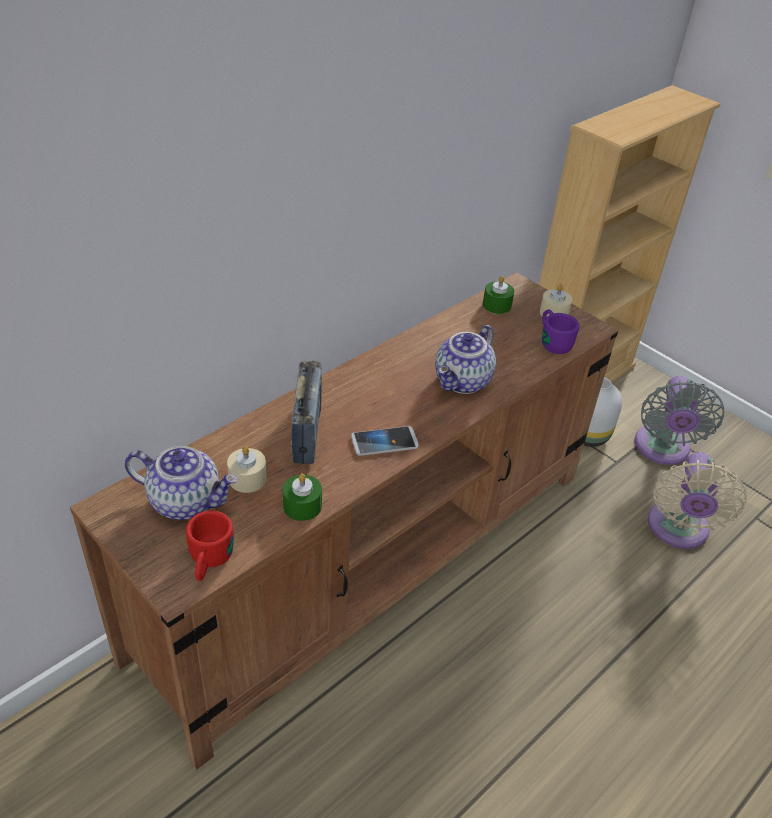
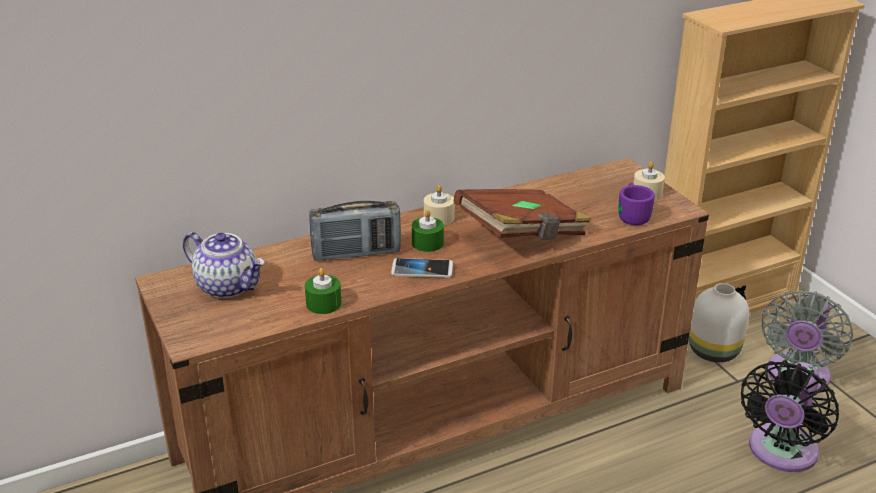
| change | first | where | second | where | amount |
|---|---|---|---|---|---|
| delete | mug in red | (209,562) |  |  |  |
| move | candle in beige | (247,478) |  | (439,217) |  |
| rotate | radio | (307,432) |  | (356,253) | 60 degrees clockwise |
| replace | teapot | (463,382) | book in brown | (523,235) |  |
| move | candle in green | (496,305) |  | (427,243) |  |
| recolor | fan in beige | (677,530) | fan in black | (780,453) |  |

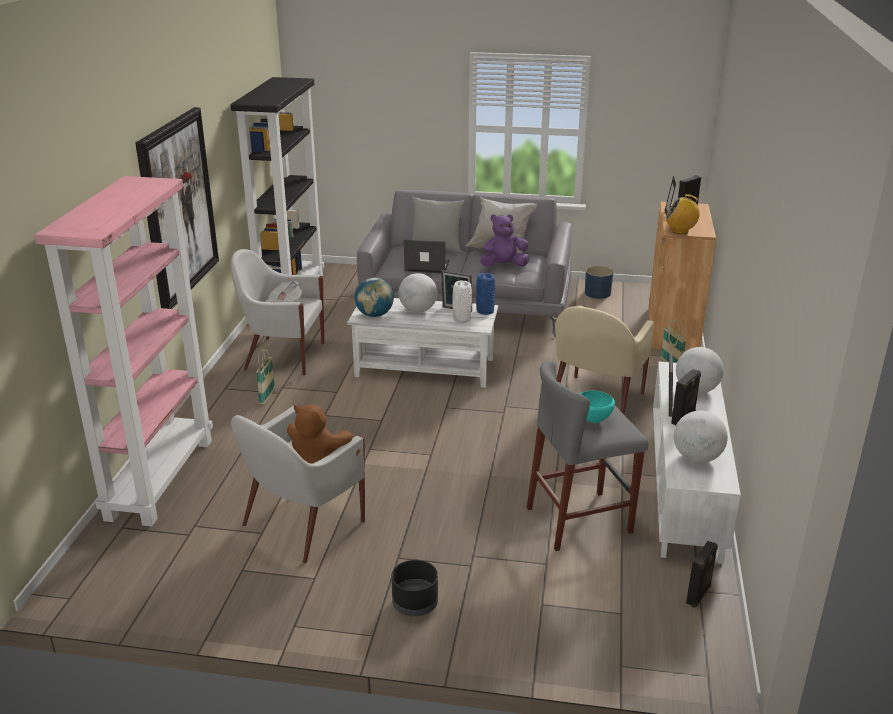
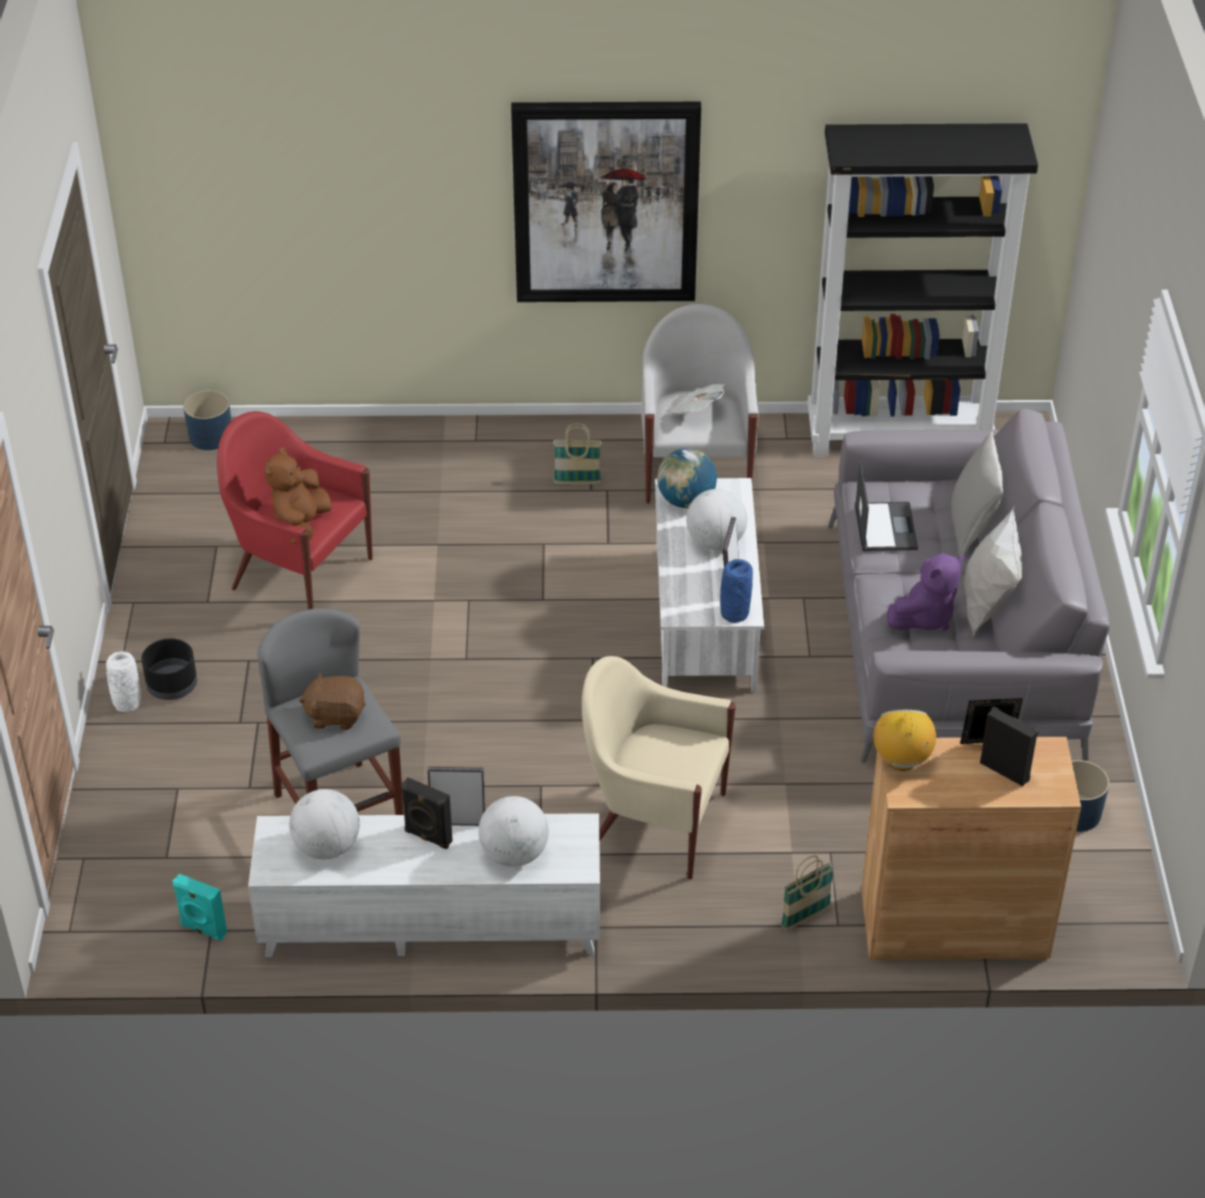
| change | first | where | second | where | amount |
|---|---|---|---|---|---|
| delete | bookcase in pink | (160,477) |  |  |  |
| recolor | armchair in white | (301,524) | armchair in red | (300,572) |  |
| move | vase in white | (461,320) |  | (126,703) |  |
| rotate | plush toy in purple | (503,266) |  | (924,617) | 75 degrees clockwise |
| replace | bowl in turquoise | (594,420) | plush toy in brown | (335,715) |  |
| recolor | speaker in black | (699,595) | speaker in turquoise | (203,930) |  |
| insert |  |  | planter in blue | (210,436) |  |

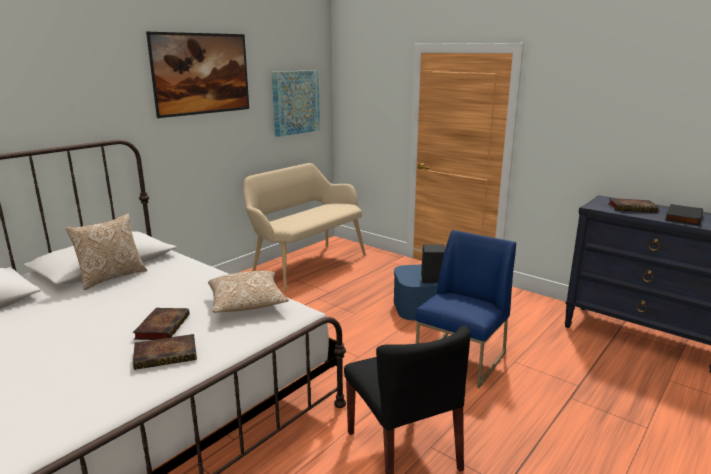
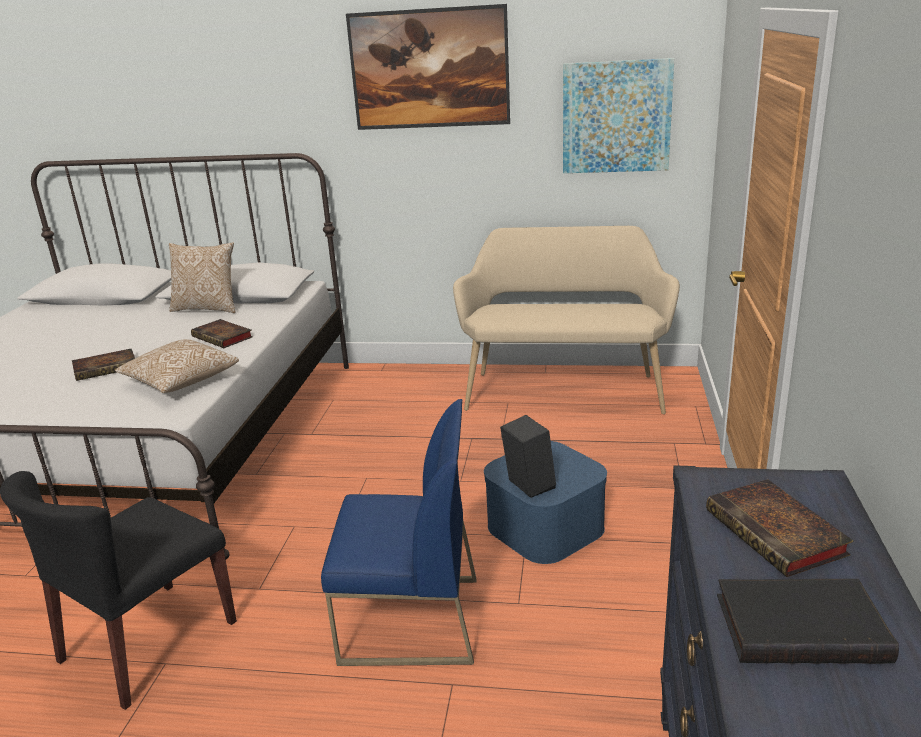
| change | first | where | second | where | amount |
|---|---|---|---|---|---|
| move | book | (167,355) |  | (224,337) |  |

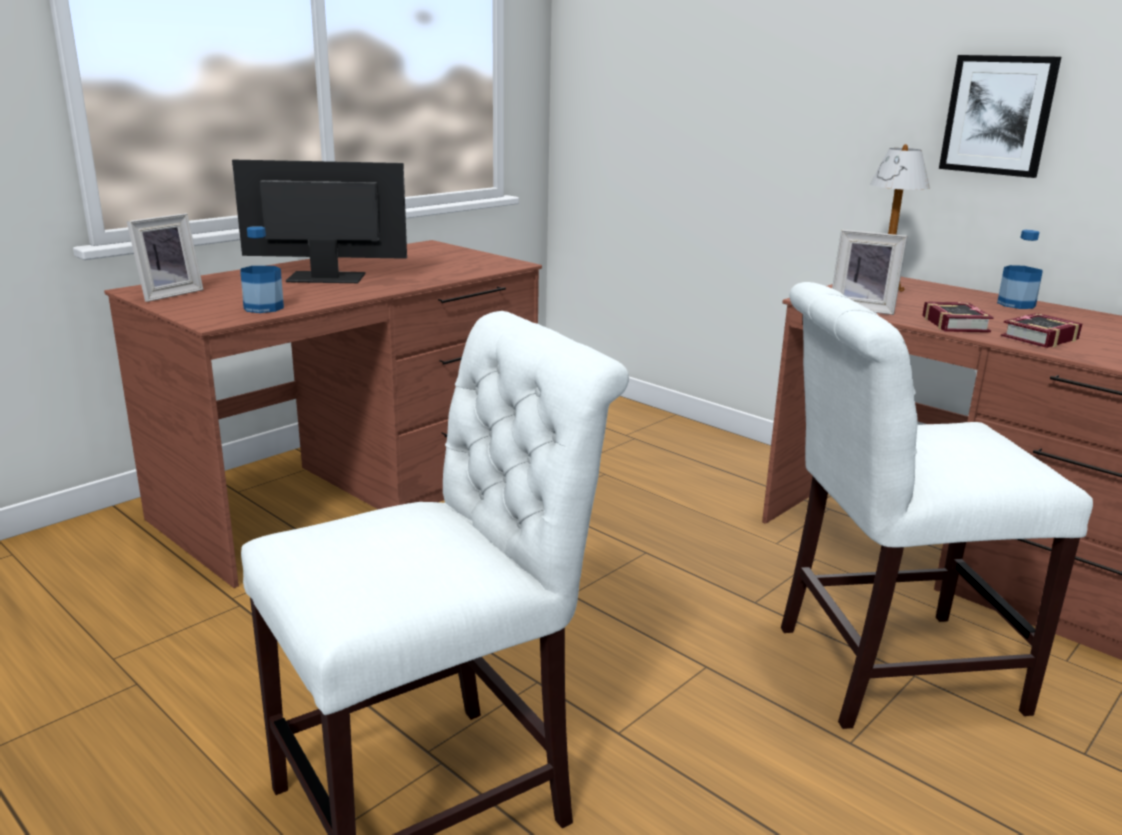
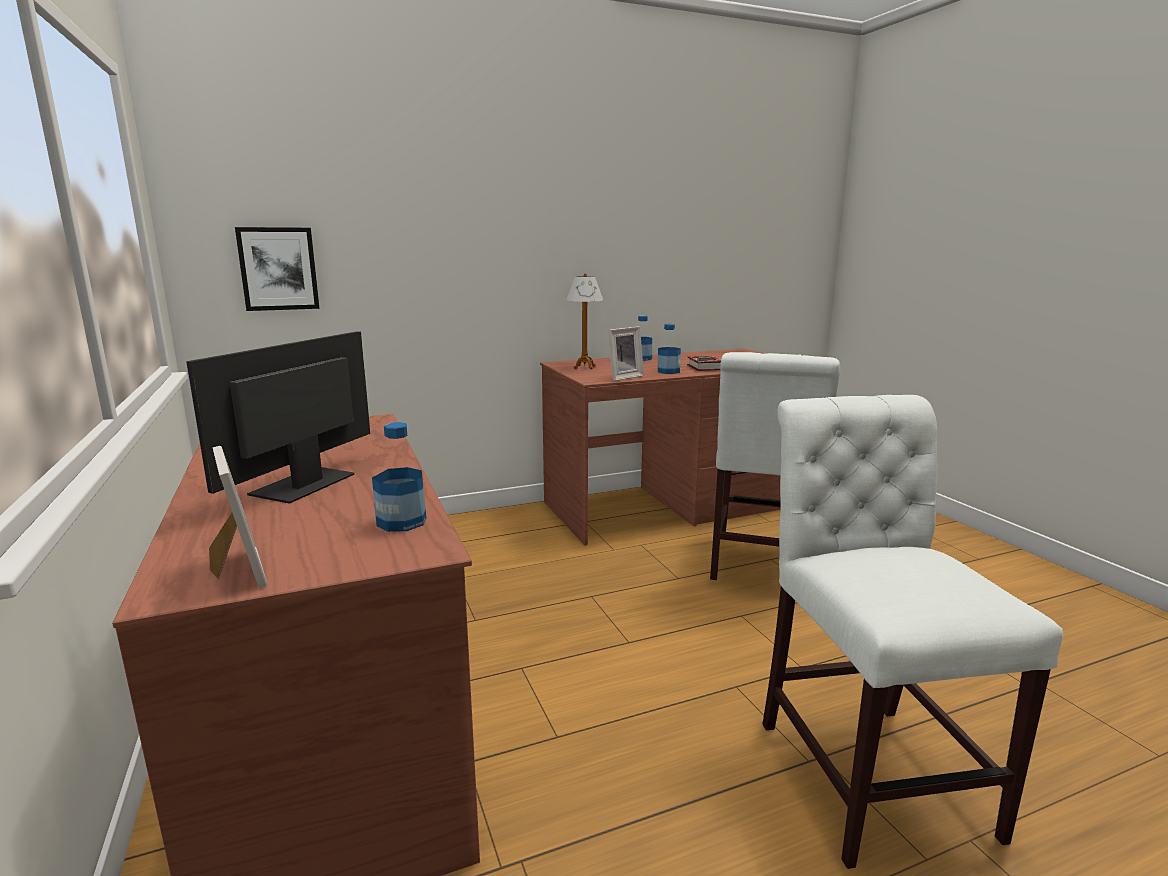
| change | first | where | second | where | amount |
|---|---|---|---|---|---|
| replace | book | (955,323) | bottle | (668,371) |  |
| move | picture | (998,115) |  | (278,269) |  |

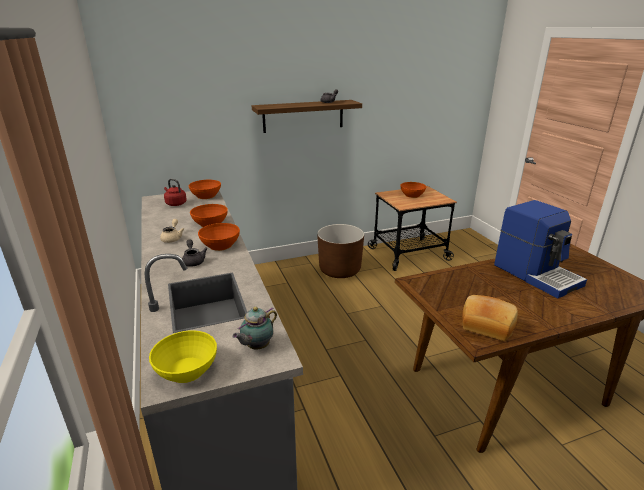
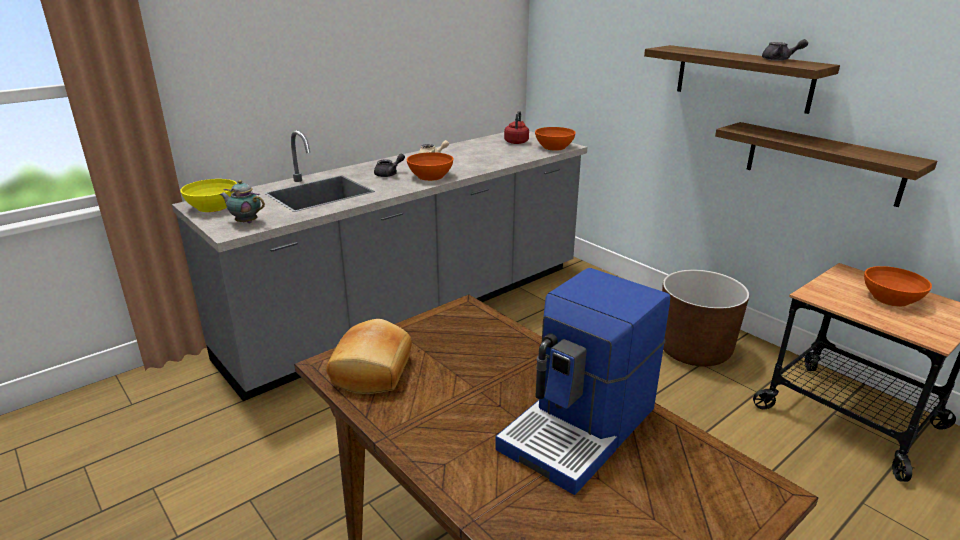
| change | first | where | second | where | amount |
|---|---|---|---|---|---|
| delete | bowl in orange | (210,223) |  |  |  |
| insert |  |  | shelf | (822,163) |  |

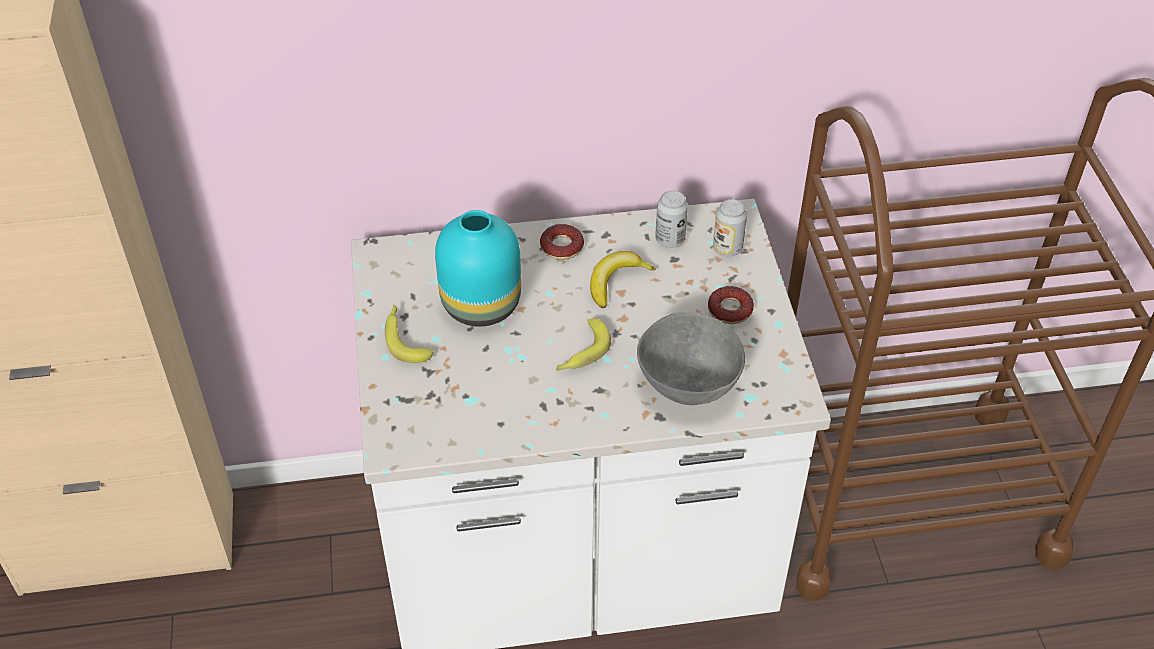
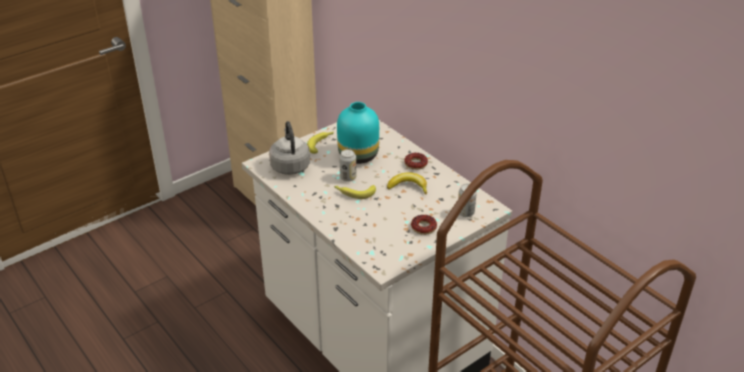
| change | first | where | second | where | amount |
|---|---|---|---|---|---|
| delete | bowl in grey | (688,386) |  |  |  |
| move | can | (670,239) |  | (348,177) |  |
| insert |  |  | kettle in grey | (290,165) |  |

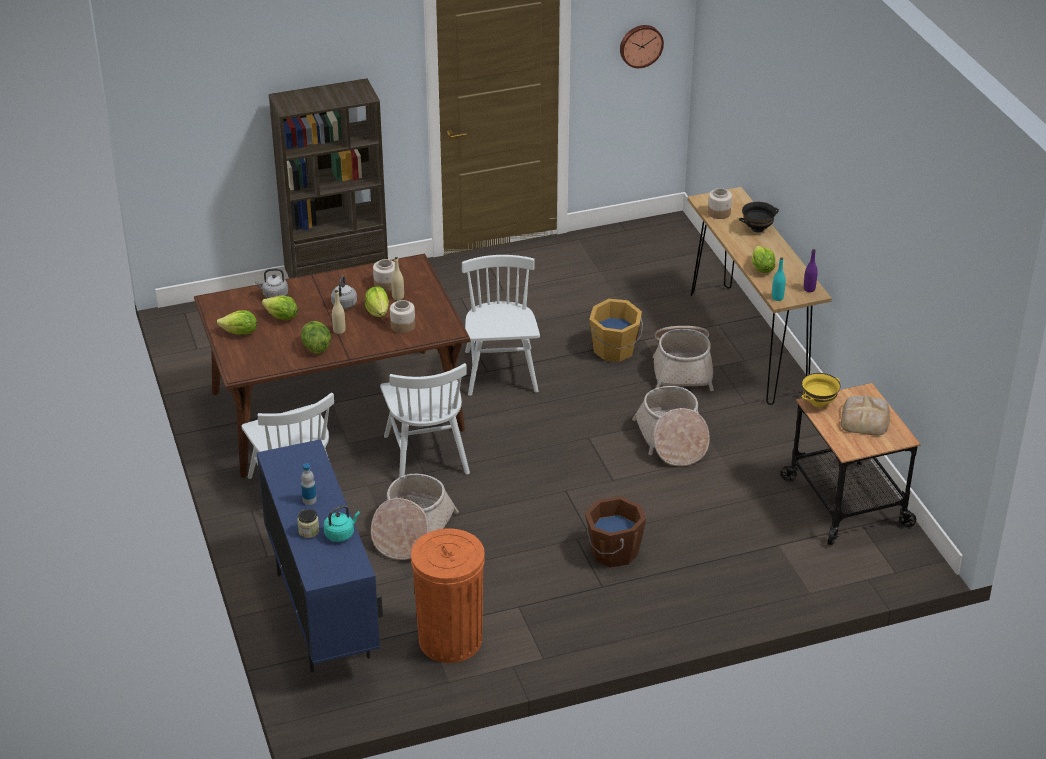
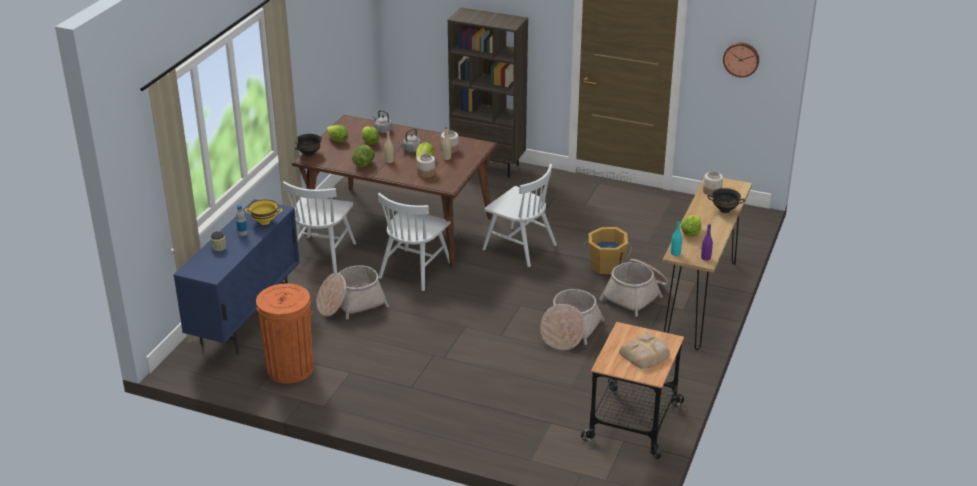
| change | first | where | second | where | amount |
|---|---|---|---|---|---|
| delete | kettle in turquoise | (341,534) |  |  |  |
| rotate | chair in white | (500,372) |  | (519,247) | 90 degrees clockwise |
| delete | bucket in brown | (613,552) |  |  |  |
| move | bowl in yellow | (818,403) |  | (265,222) |  |
| insert |  |  | bowl in black | (309,154) |  |

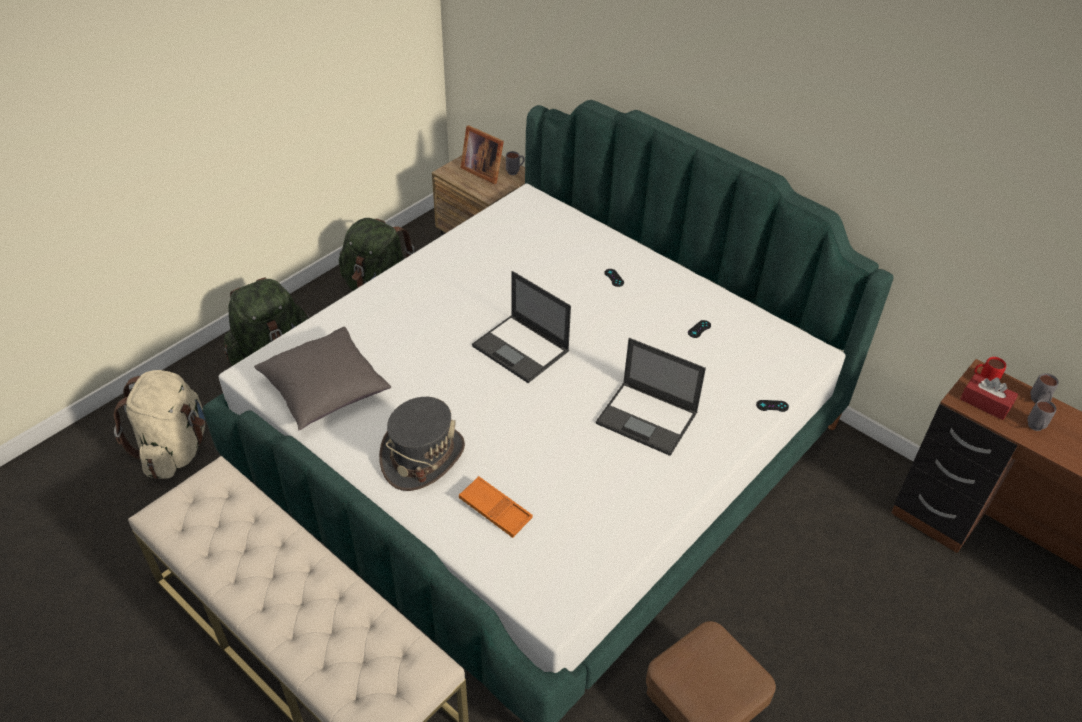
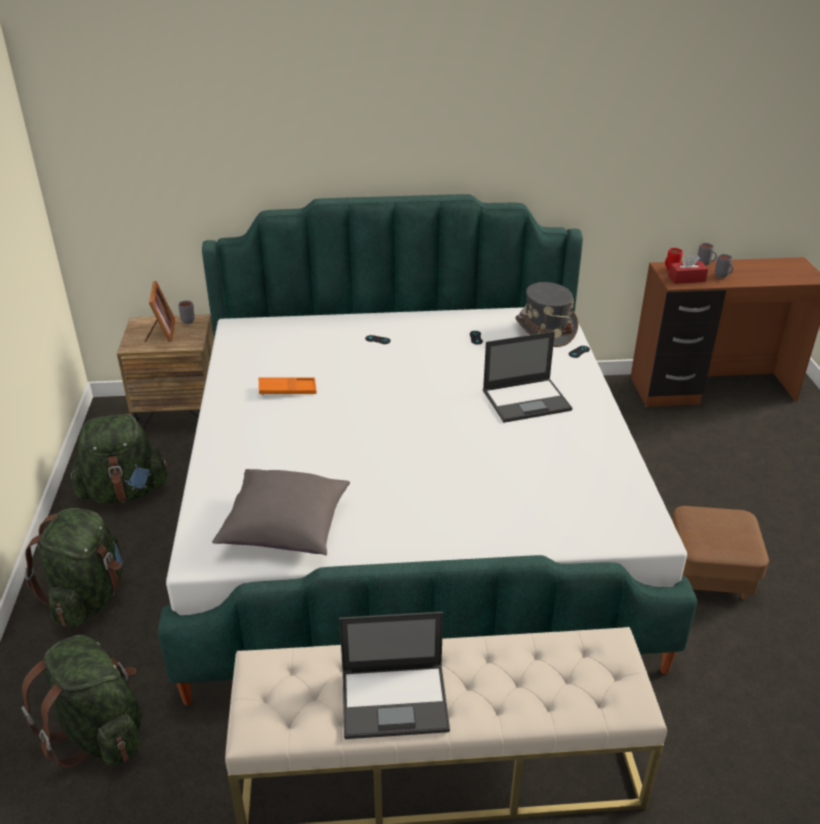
| change | first | where | second | where | amount |
|---|---|---|---|---|---|
| recolor | backpack in beige | (175,449) | backpack in green | (99,732) |  |
| move | hat in grey | (422,456) |  | (545,330) |  |
| move | tray in orange | (495,510) |  | (287,390) |  |
| rotate | picture frame | (483,171) |  | (161,332) | 90 degrees counterclockwise |
| move | laptop | (521,349) |  | (396,700) |  |

